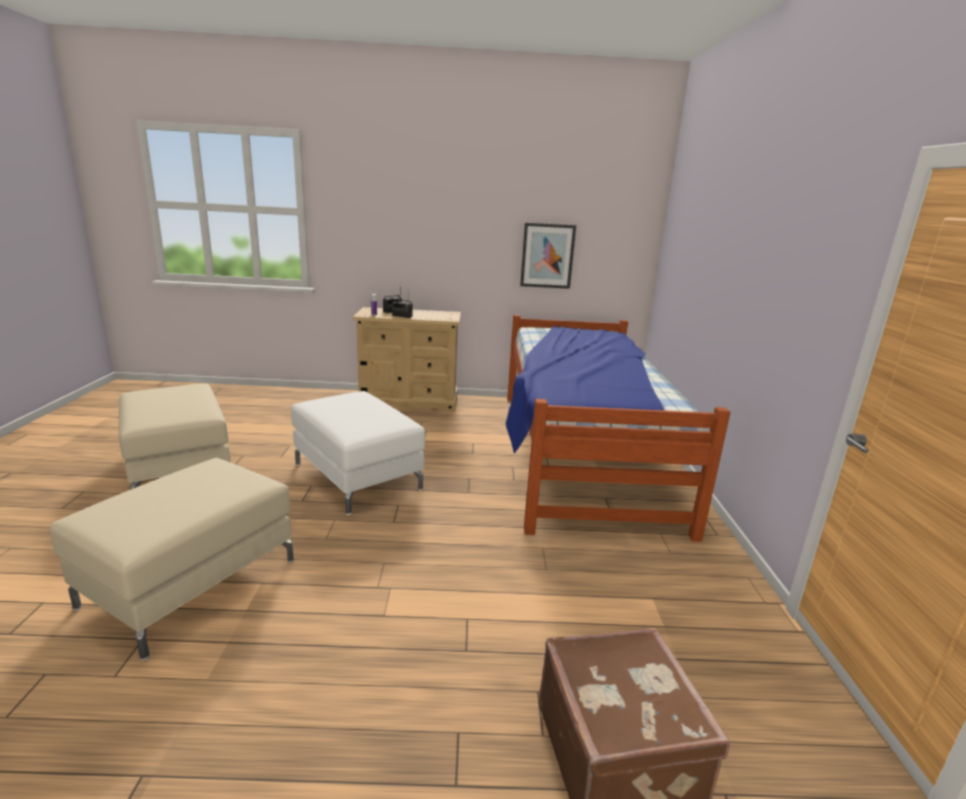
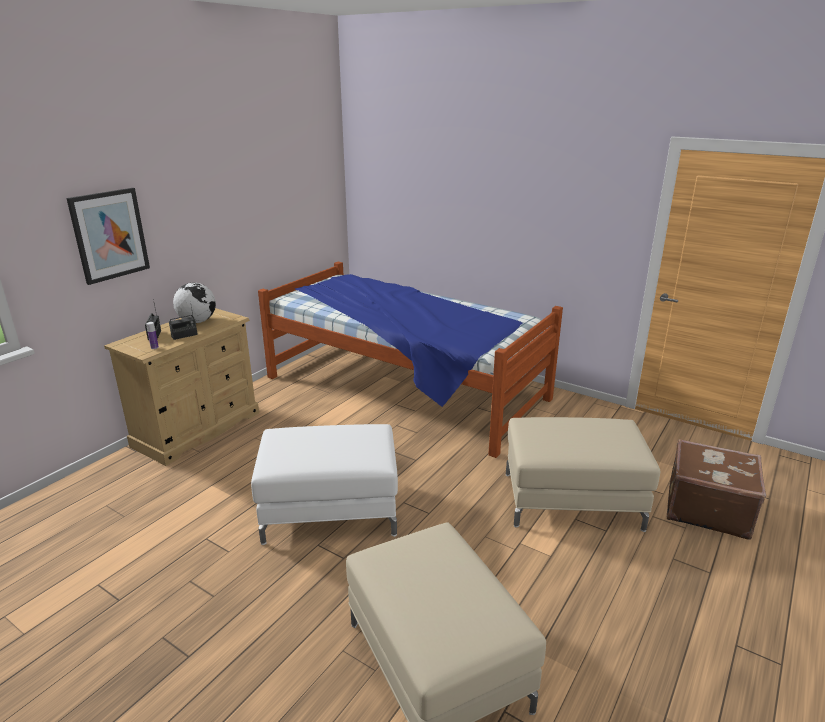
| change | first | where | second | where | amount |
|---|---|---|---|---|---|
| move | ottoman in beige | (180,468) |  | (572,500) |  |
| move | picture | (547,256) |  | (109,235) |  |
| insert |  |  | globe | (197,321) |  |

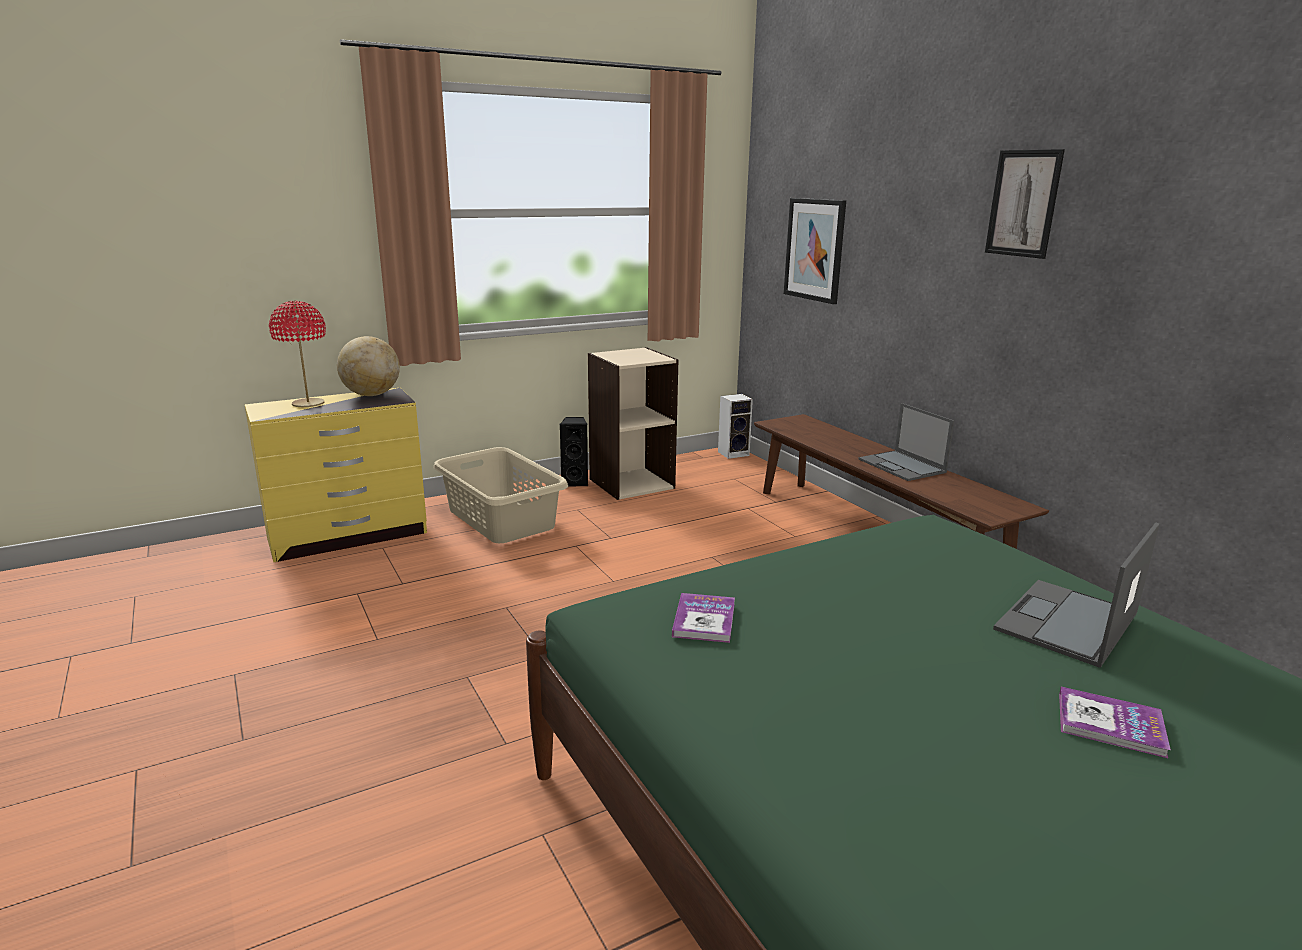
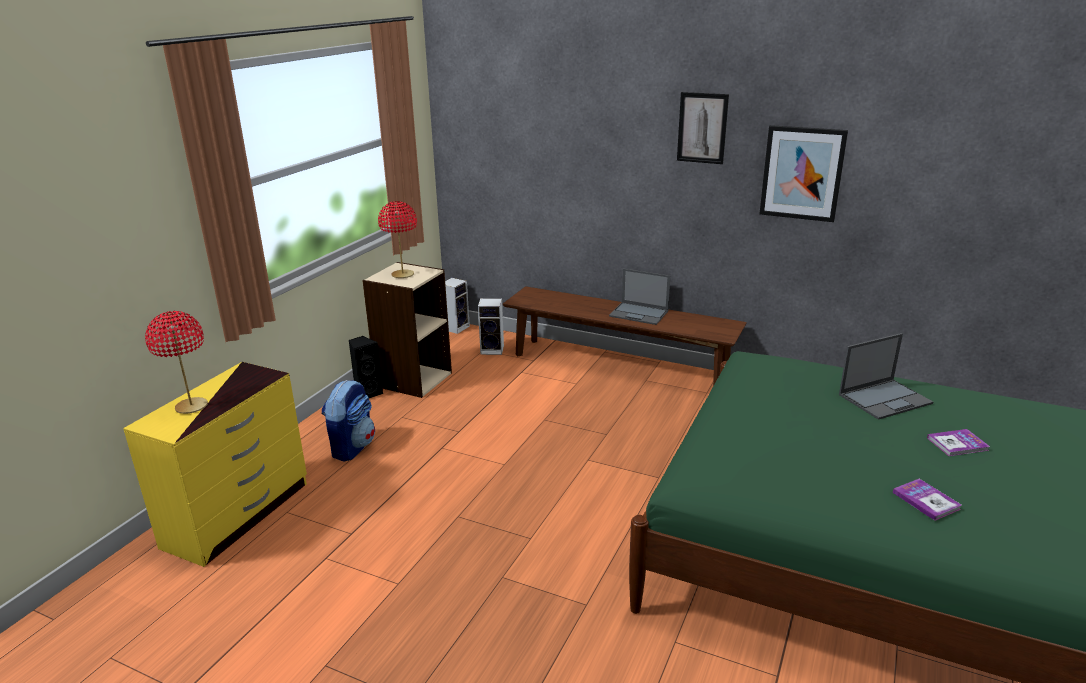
| change | first | where | second | where | amount |
|---|---|---|---|---|---|
| delete | globe | (371,395) |  |  |  |
| replace | laundry basket in beige | (501,518) | backpack | (352,447) |  |
| move | book | (704,620) |  | (926,500) |  |
| move | picture | (814,249) |  | (802,173) |  |
| rotate | laptop | (1066,623) |  | (885,399) | 120 degrees counterclockwise |
| insert |  |  | table lamp in red | (403,275) |  |
| insert |  |  | speaker | (493,350) |  |

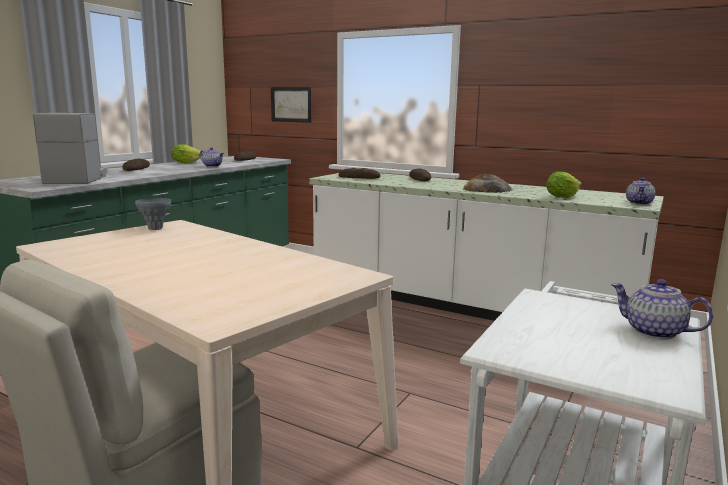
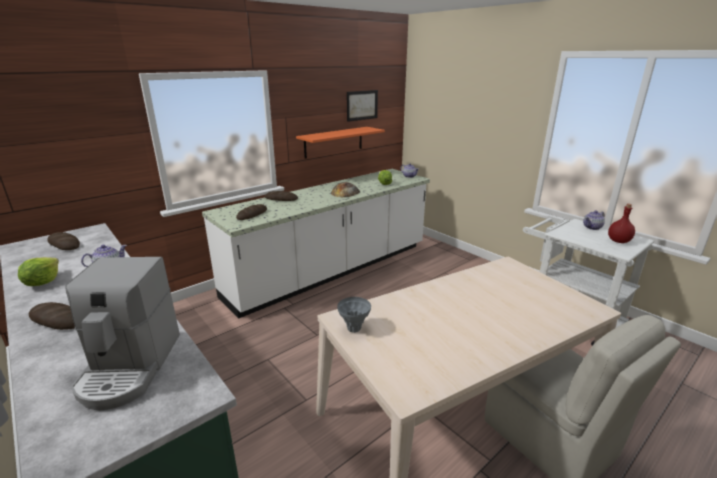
| change | first | where | second | where | amount |
|---|---|---|---|---|---|
| rotate | coffee machine | (77,179) |  | (130,367) | 105 degrees counterclockwise |
| move | picture | (291,104) |  | (362,105) |  |
| insert |  |  | shelf in orange | (333,142) |  |
| insert |  |  | bottle in red | (619,241) |  |

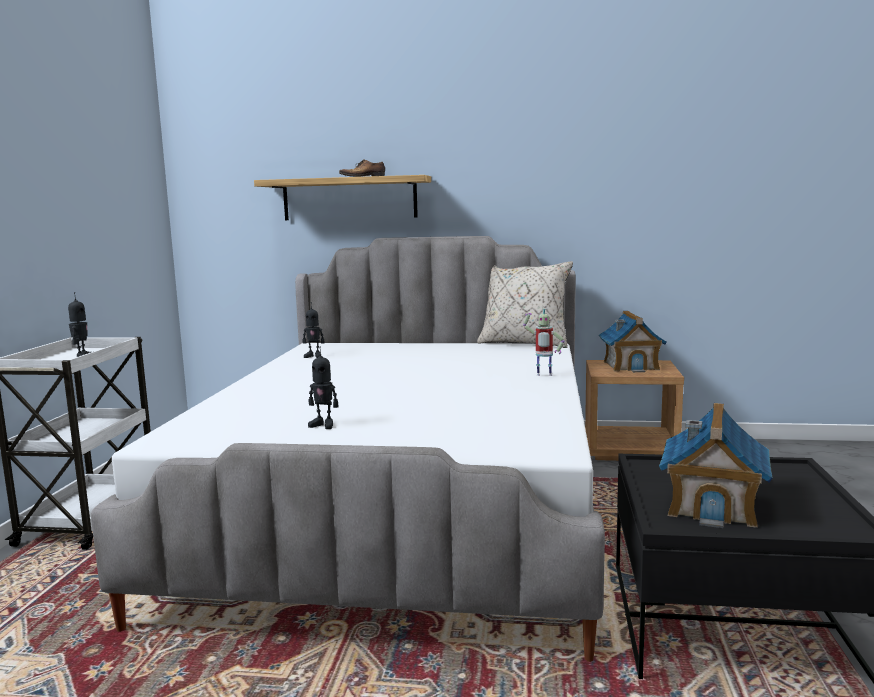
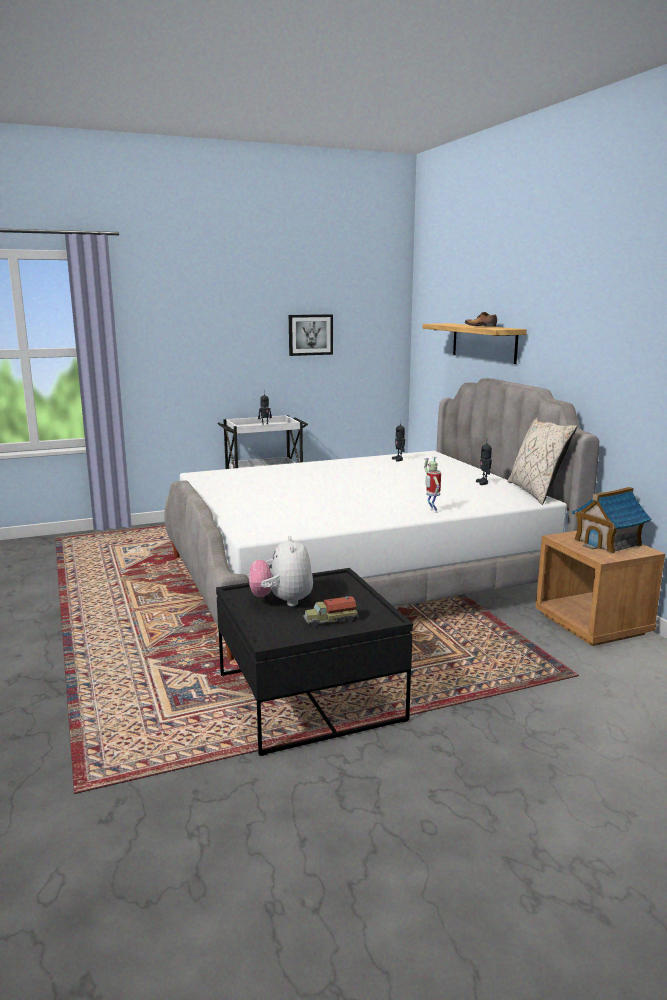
| change | first | where | second | where | amount |
|---|---|---|---|---|---|
| move | toy robot | (323,425) |  | (483,483) |  |
| replace | toy house | (713,505) | plush toy | (282,601) |  |
| insert |  |  | picture | (310,334) |  |
| insert |  |  | toy truck | (330,620) |  |

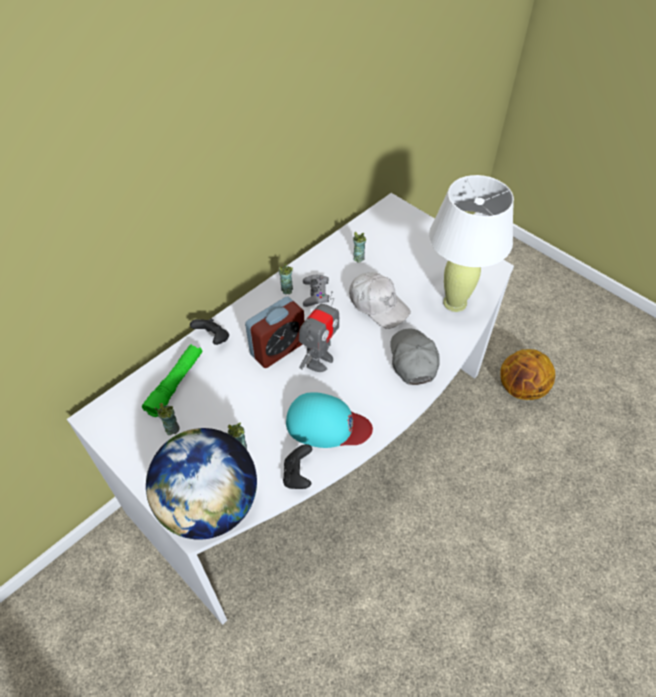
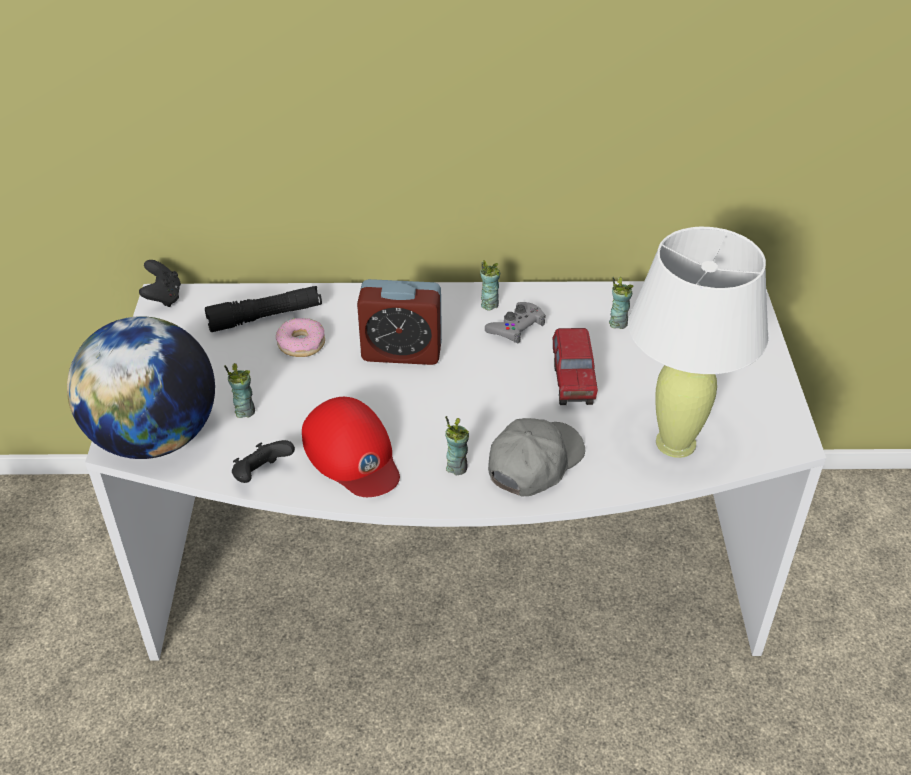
| change | first | where | second | where | amount |
|---|---|---|---|---|---|
| recolor | flashlight in green | (175,384) | flashlight in black | (265,317) |  |
| move | cup | (172,428) |  | (457,467) |  |
| move | game controller in black | (213,338) |  | (163,297) |  |
| recolor | cap in turquoise | (327,424) | cap in red | (352,454) |  |
| delete | toy robot | (319,360) |  |  |  |
| replace | cap in white | (378,305) | toy truck | (573,383) |  |
| delete | basketball | (521,389) |  |  |  |
| insert |  |  | donut | (301,344) |  |

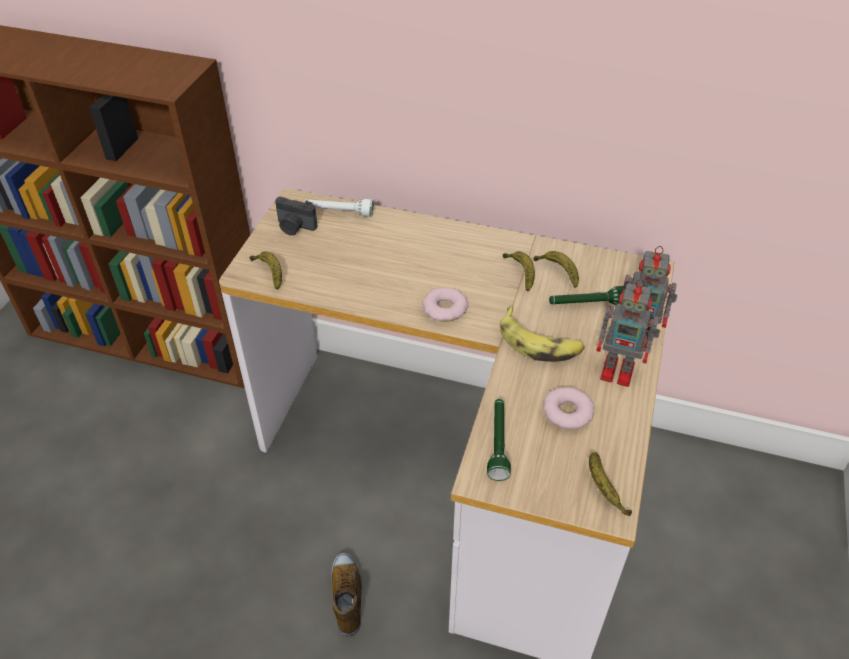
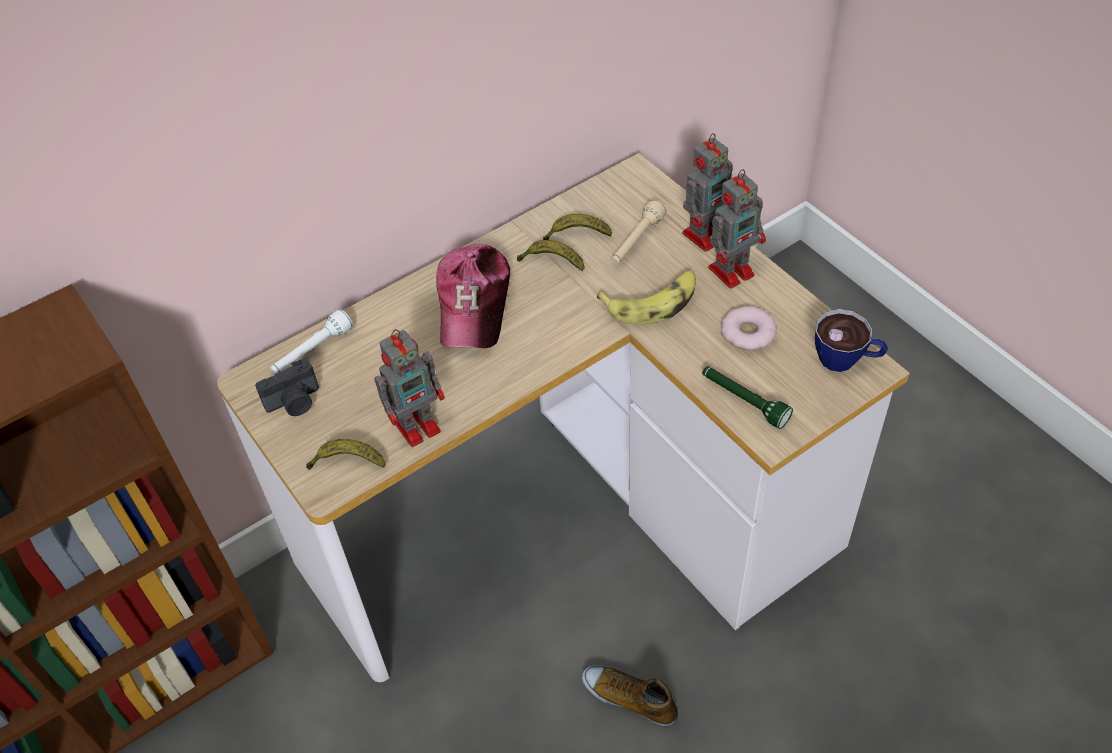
| change | first | where | second | where | amount |
|---|---|---|---|---|---|
| delete | donut | (445,308) |  |  |  |
| recolor | flashlight in green | (586,304) | flashlight in beige | (636,242) |  |
| replace | banana | (604,488) | cup | (846,359) |  |
| insert |  |  | toy robot | (419,425) |  |
| insert |  |  | cap | (474,304) |  |

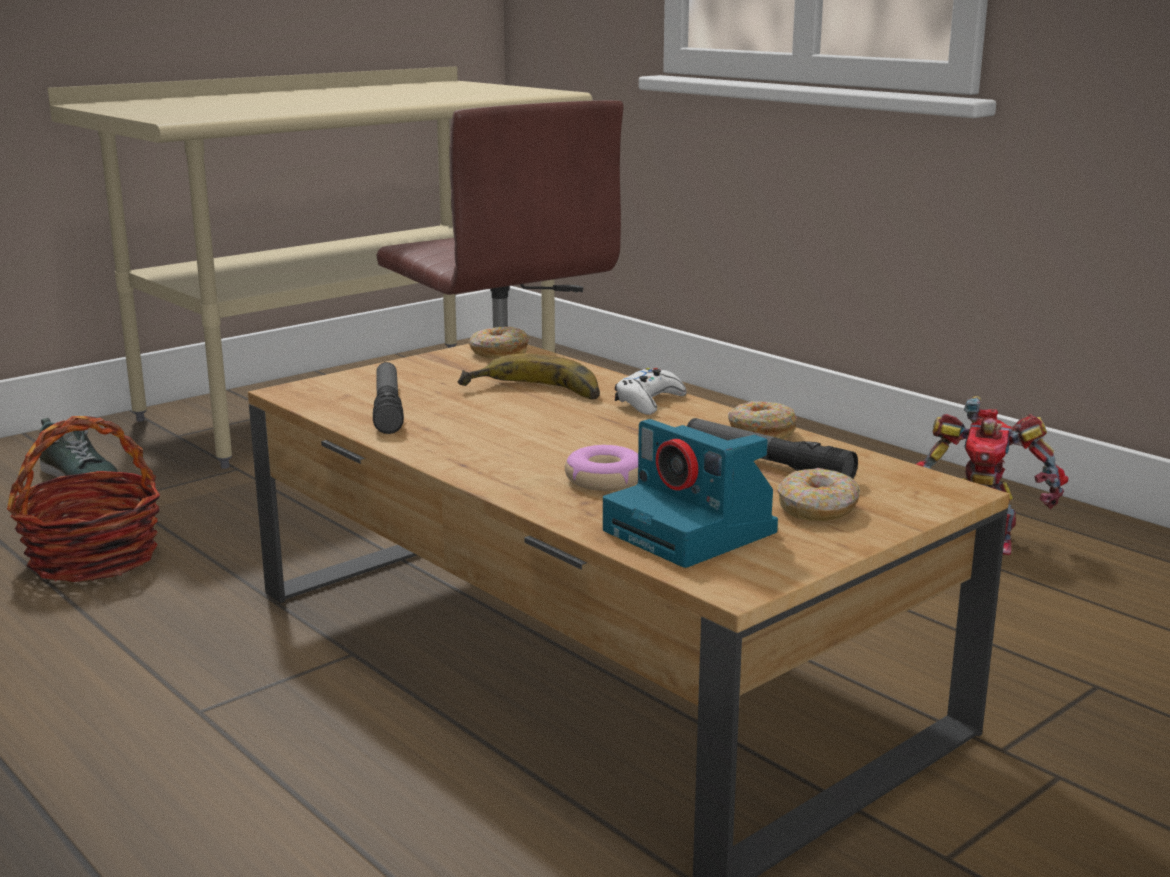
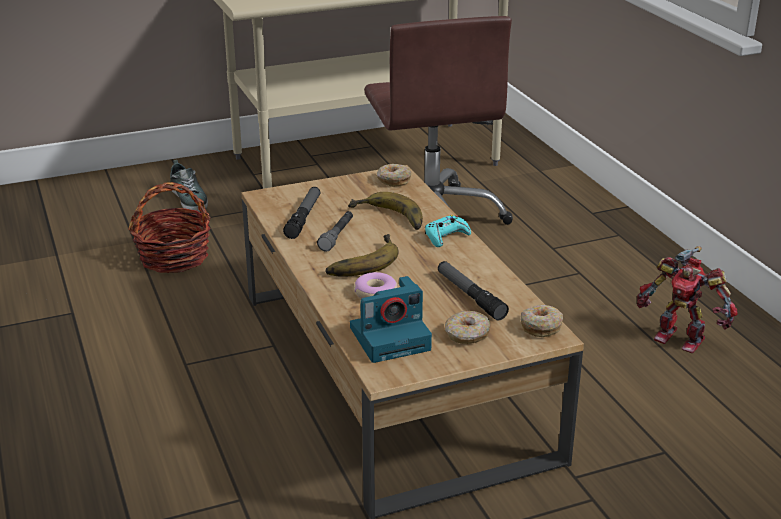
| change | first | where | second | where | amount |
|---|---|---|---|---|---|
| rotate | photo camera | (694,532) |  | (391,338) | 90 degrees counterclockwise |
| recolor | game controller in white | (649,402) | game controller in turquoise | (446,236) |  |
| move | donut | (761,433) |  | (540,327) |  |
| insert |  |  | flashlight in grey | (337,236) |  |
| insert |  |  | banana | (360,261) |  |

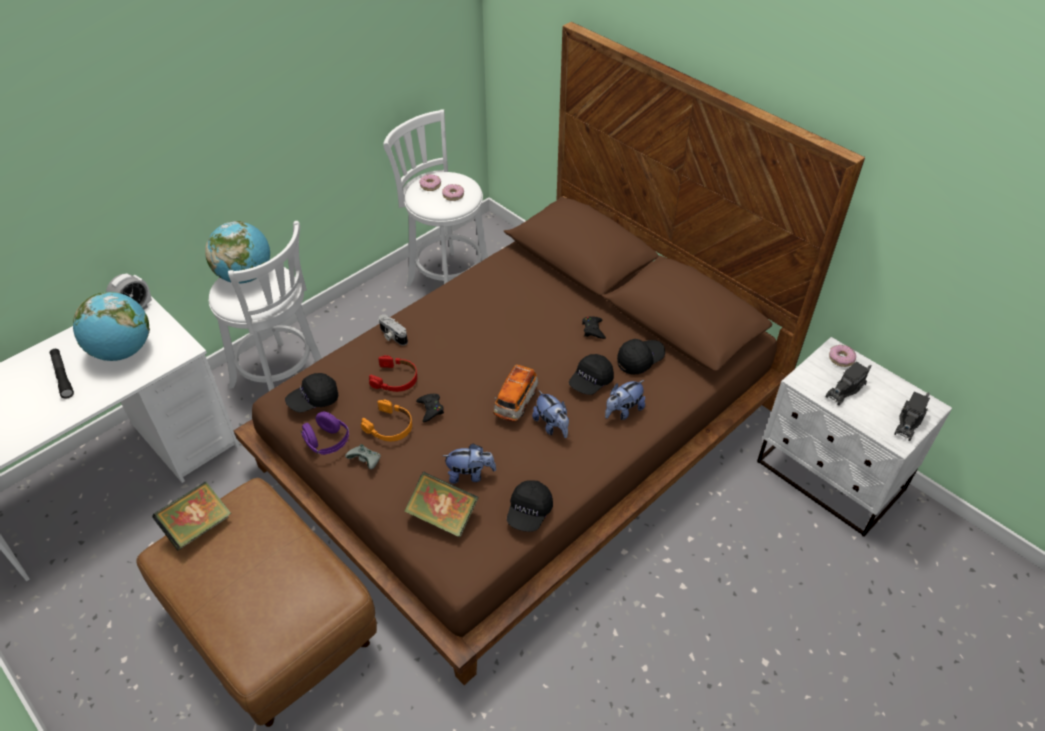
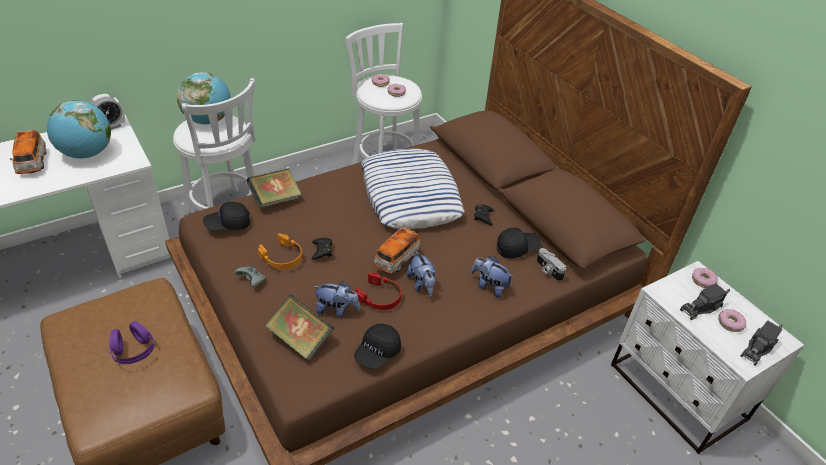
| change | first | where | second | where | amount |
|---|---|---|---|---|---|
| replace | flashlight in black | (62,376) | toy car | (32,163) |  |
| move | book | (198,526) |  | (275,200) |  |
| move | headphones in purple | (327,442) |  | (134,352) |  |
| move | headphones in red | (395,379) |  | (380,297) |  |
| move | photo camera | (392,336) |  | (548,270) |  |
| delete | cap in black | (590,382) |  |  |  |
| rotate | plush toy | (623,411) |  | (489,286) | 60 degrees clockwise |
| insert |  |  | pillow | (410,195) |  |
| insert |  |  | donut | (730,323) |  |

